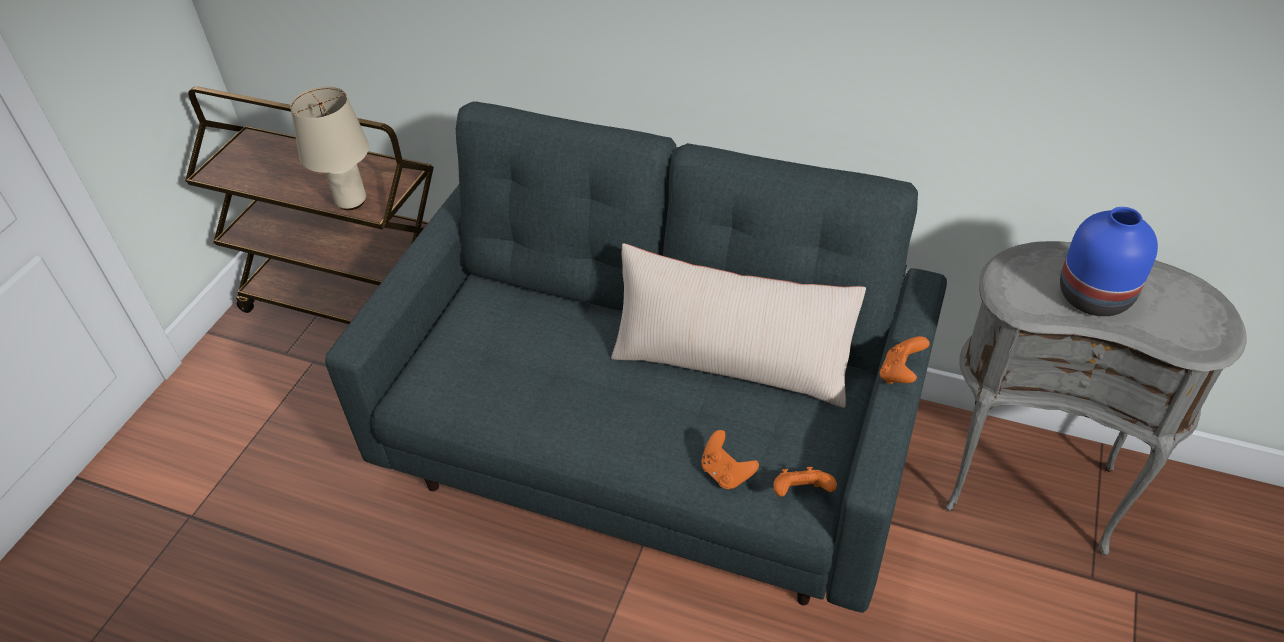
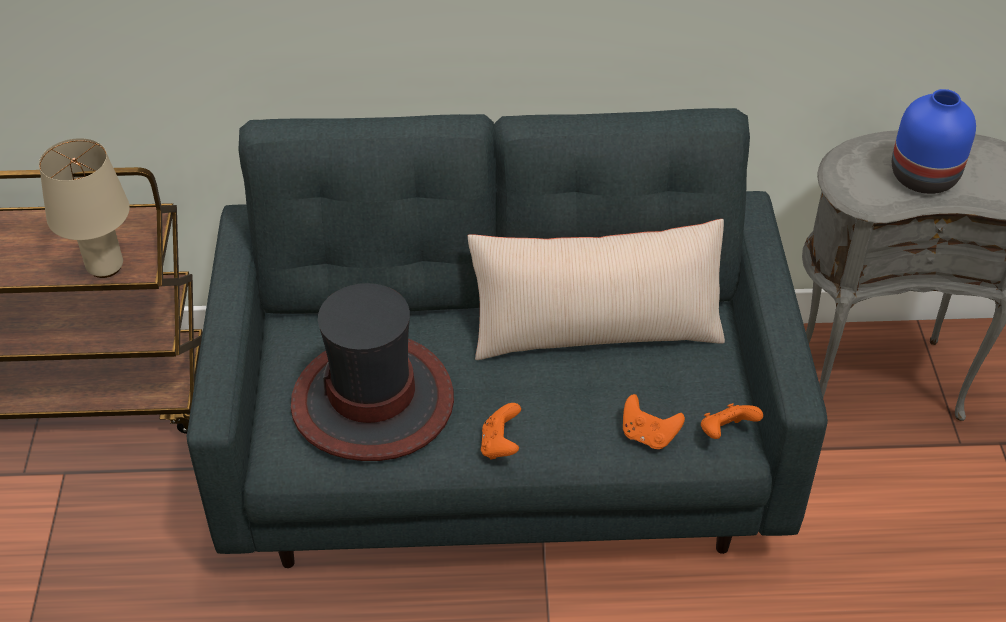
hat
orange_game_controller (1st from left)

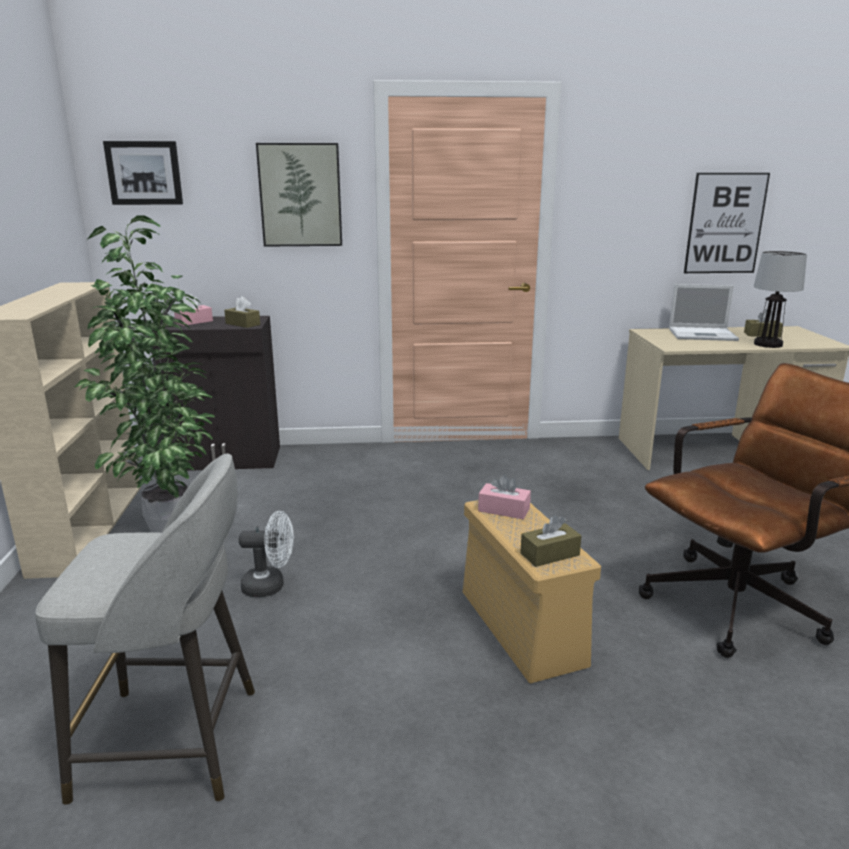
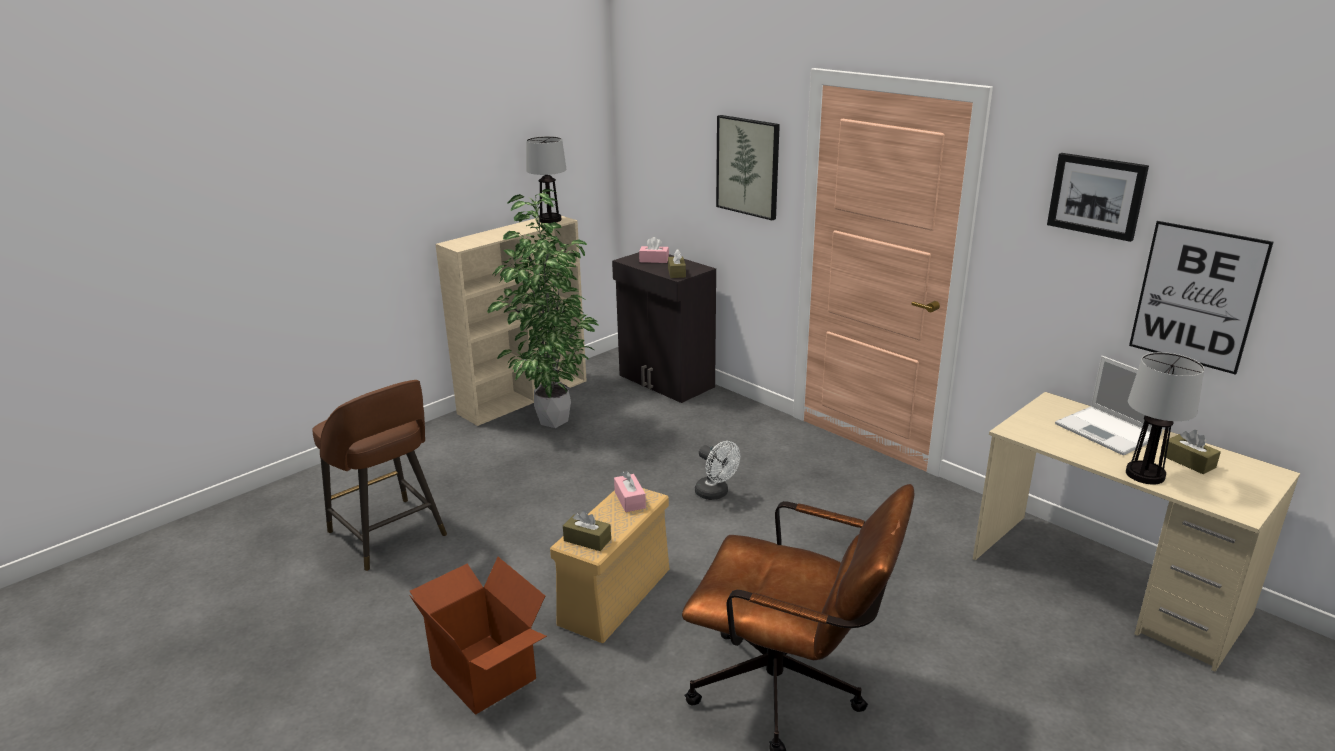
cardboard_box
table_lamp (1st from left)
picture (2nd from left)
white_fan
brown_stool

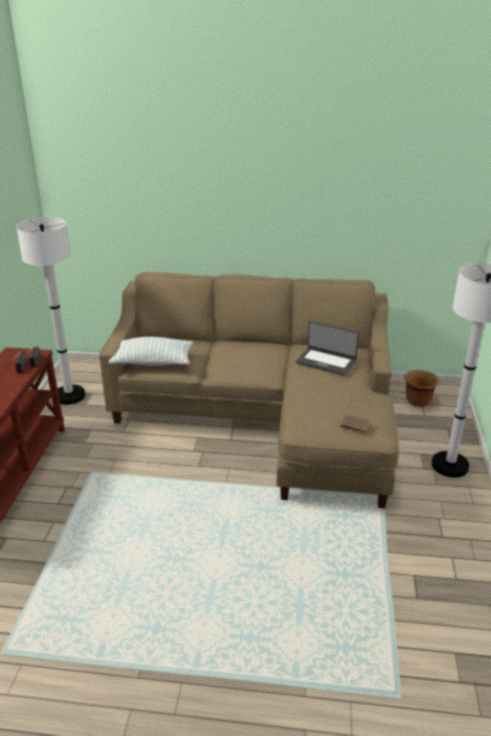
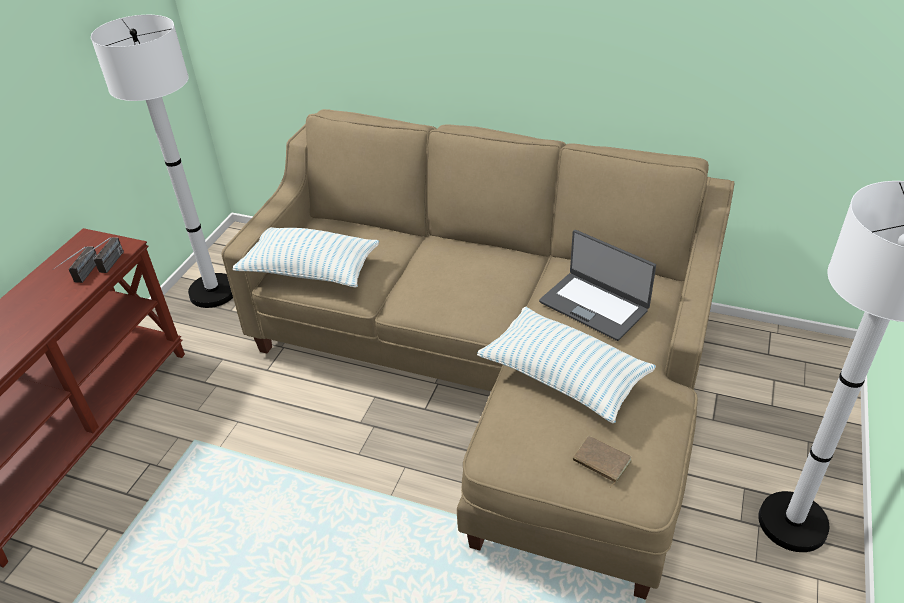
brown_planter
pillow (2nd from left)

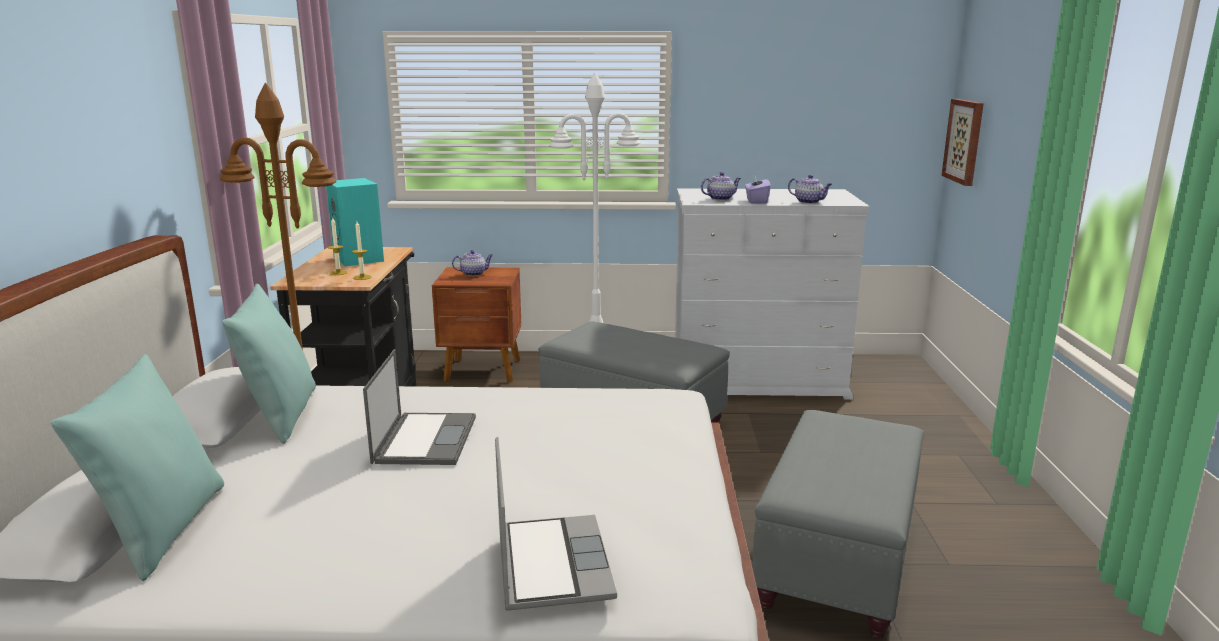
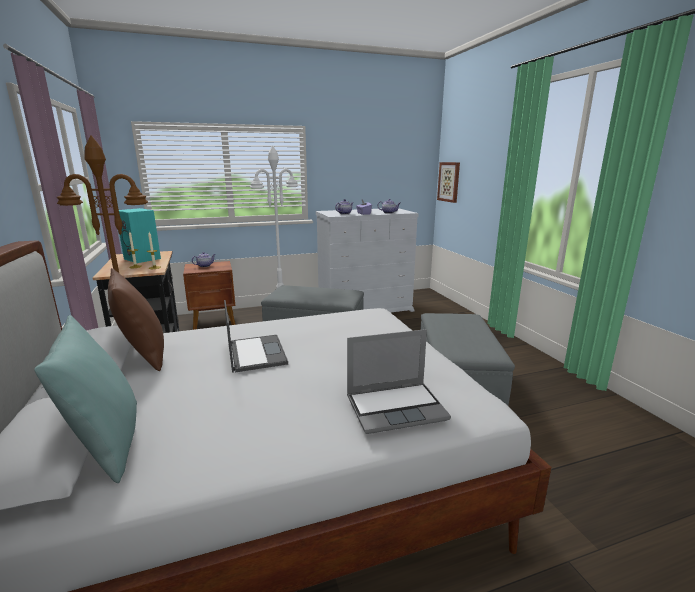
brown_pillow
laptop (2nd from left)

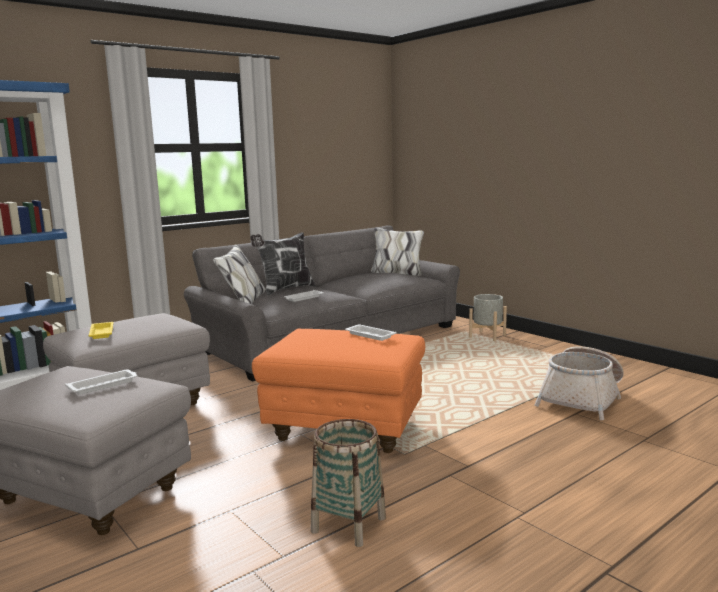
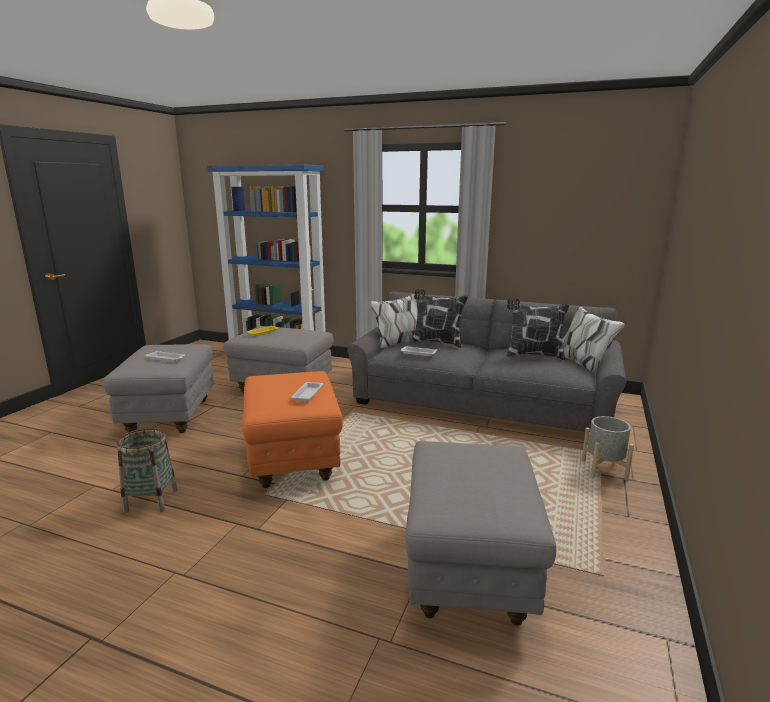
pillow (2nd from left)
grey_ottoman (3rd from left)

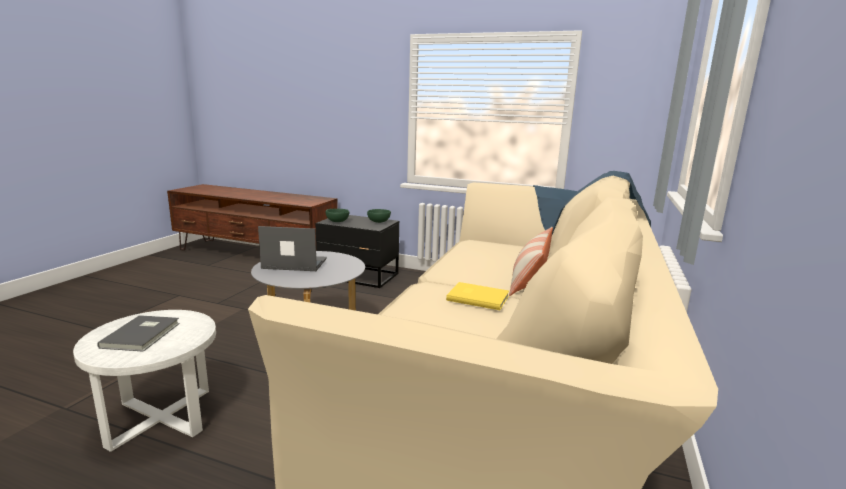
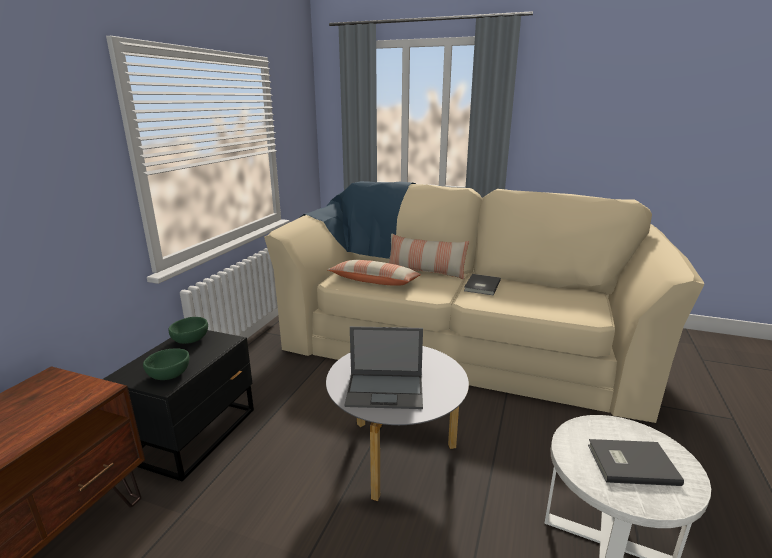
pillow (1st from left)
grey_book (1st from left)
laptop

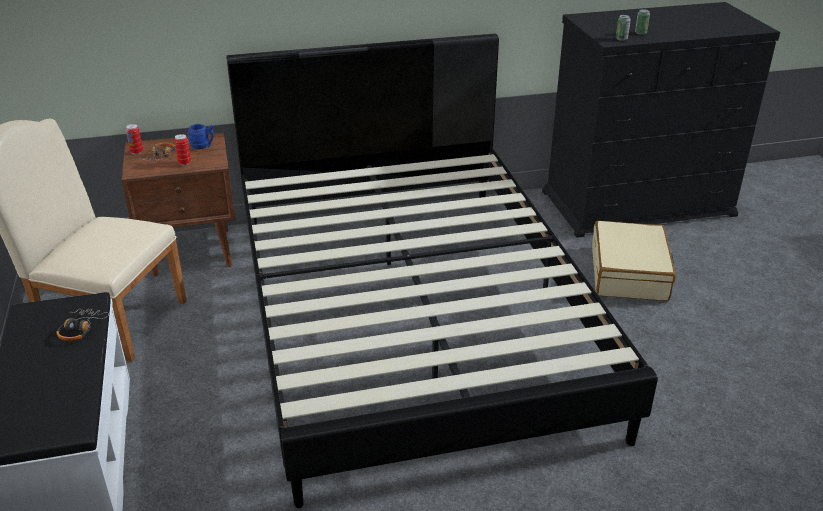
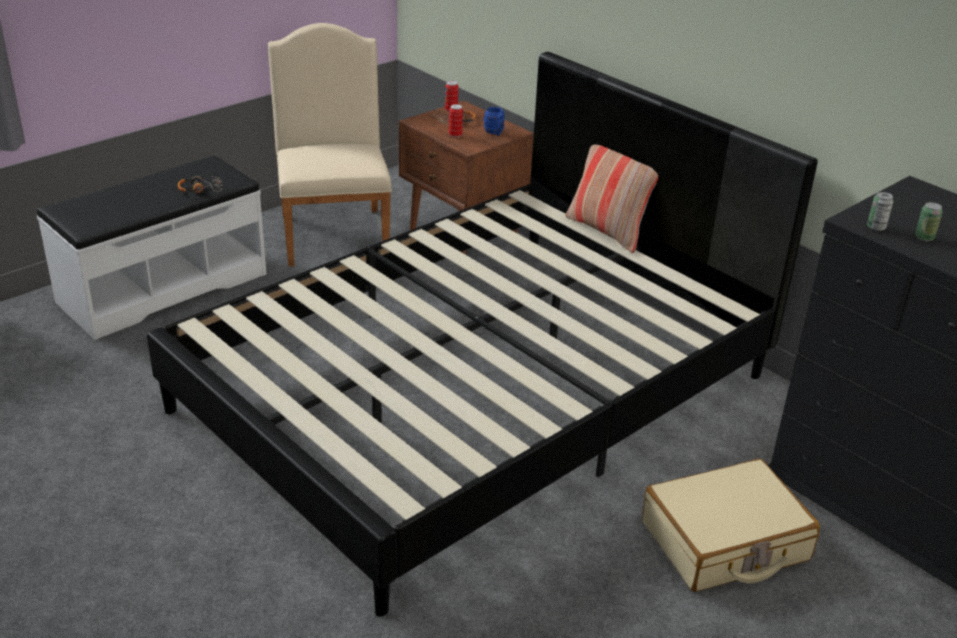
pillow

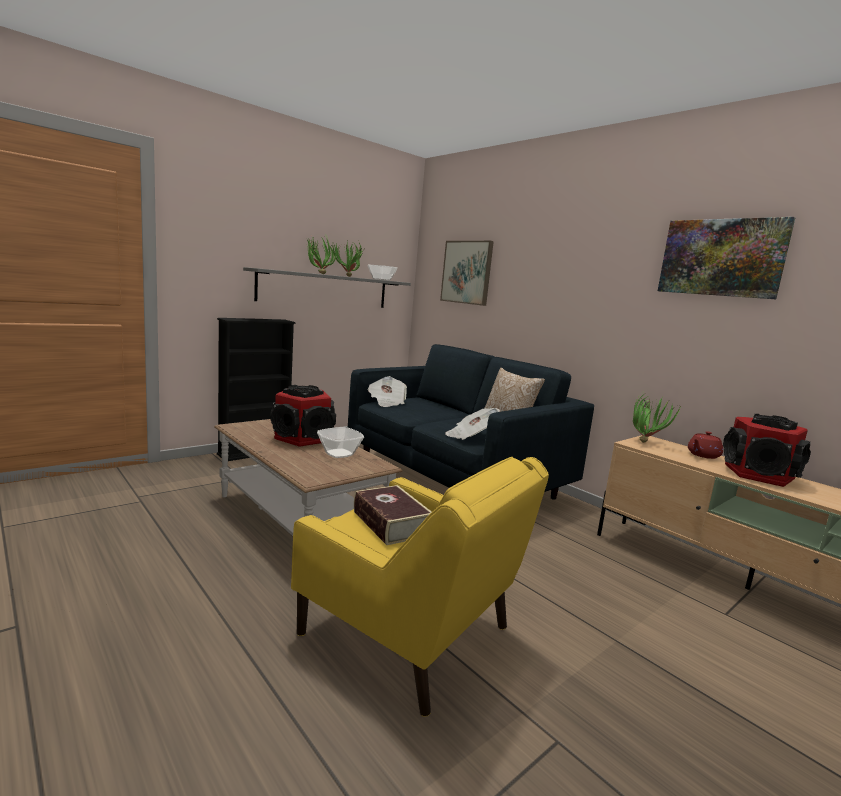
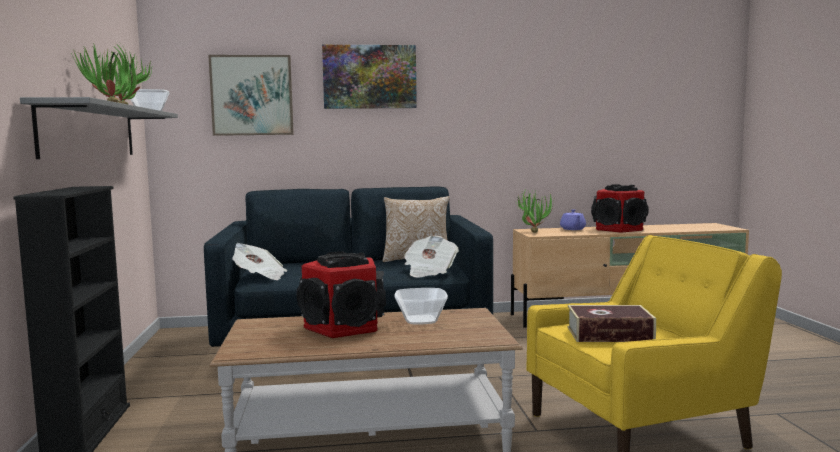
picture (2nd from left)
purple_teapot

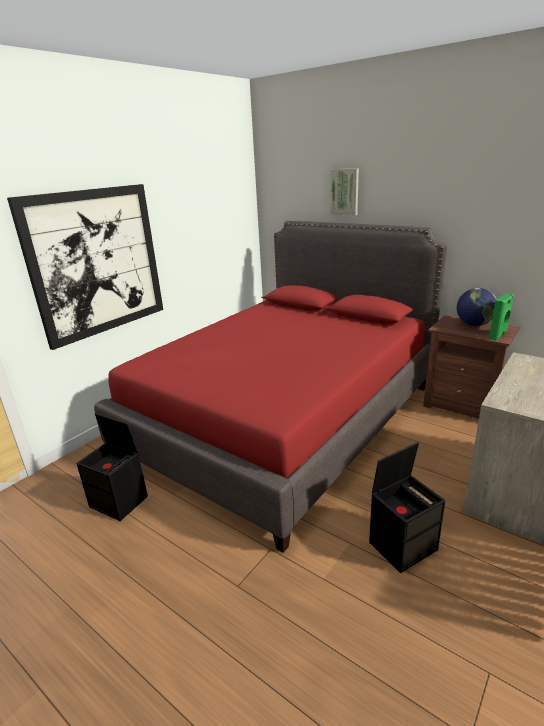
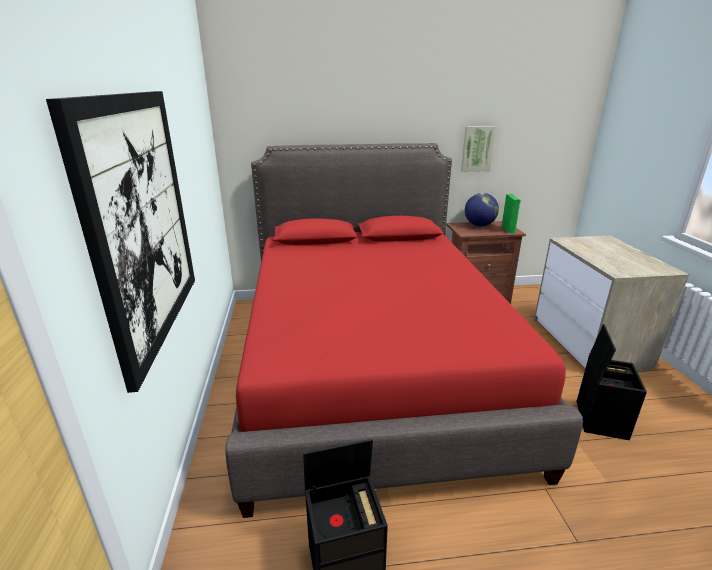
picture (2nd from left)

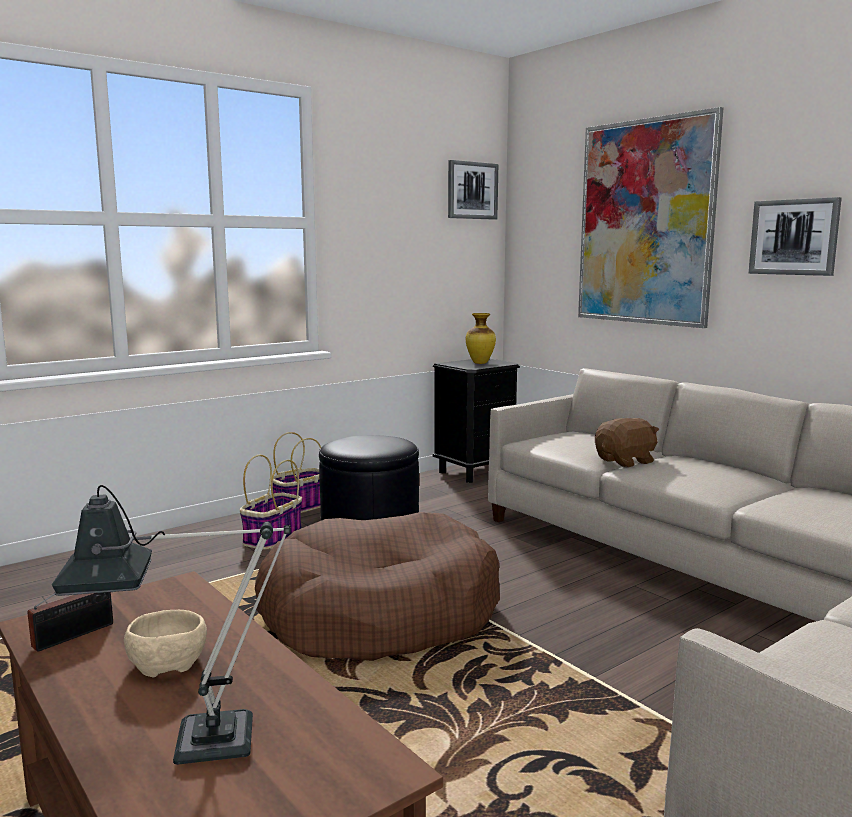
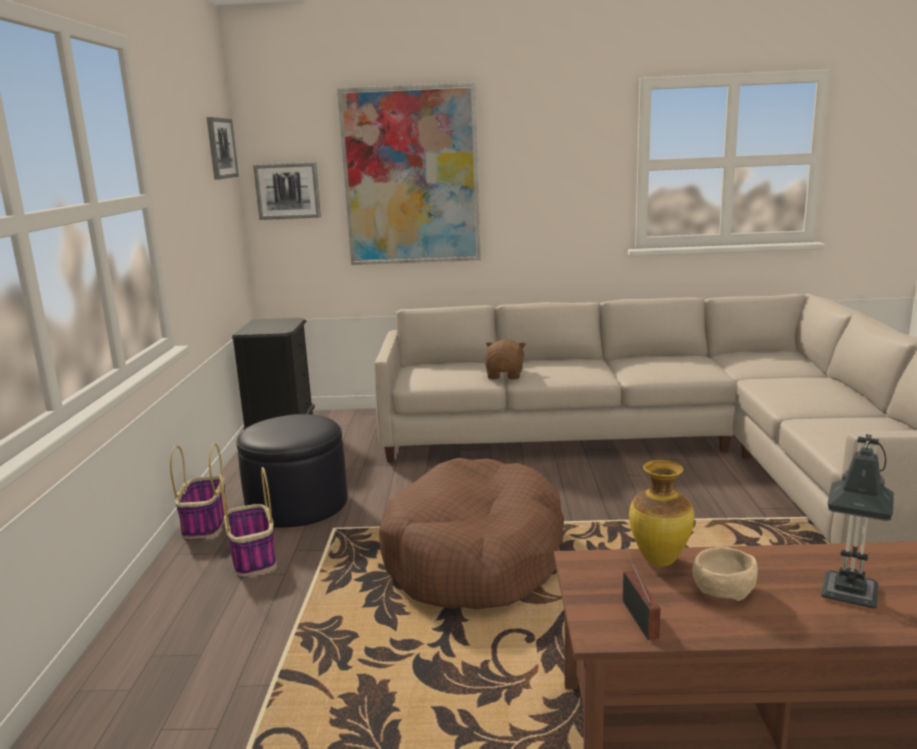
vase
picture (2nd from left)

